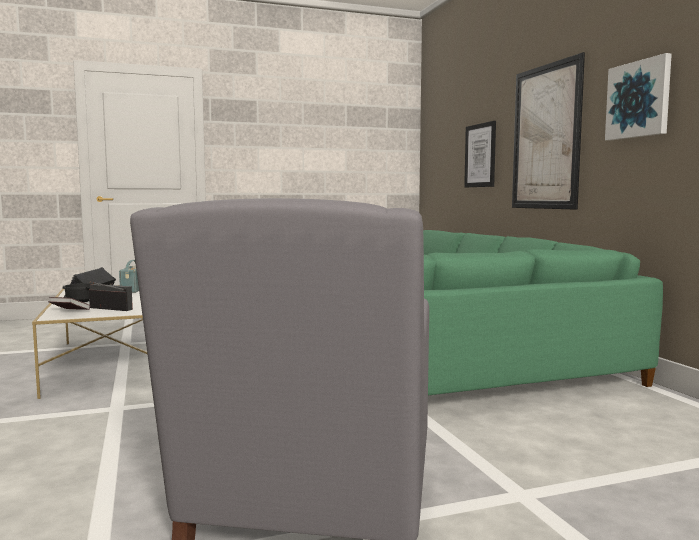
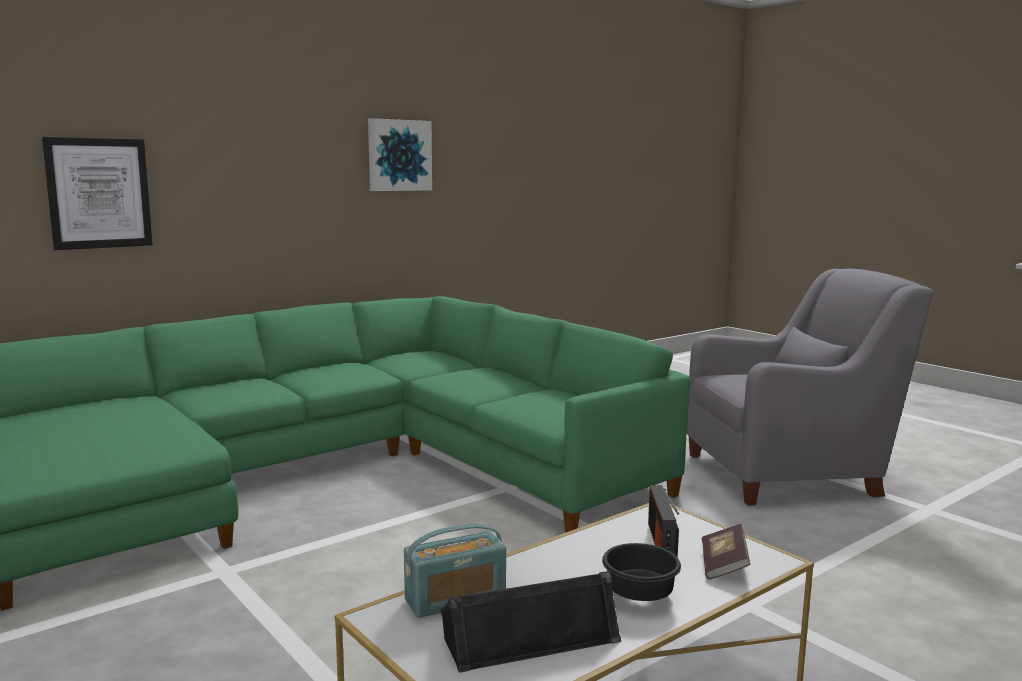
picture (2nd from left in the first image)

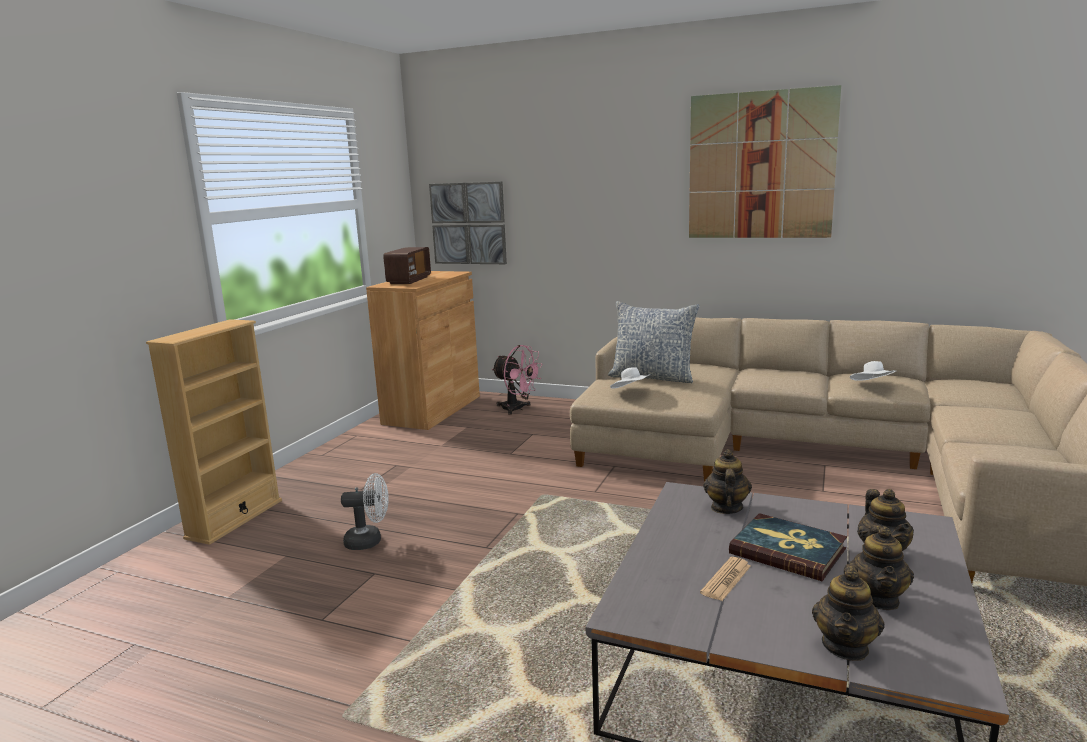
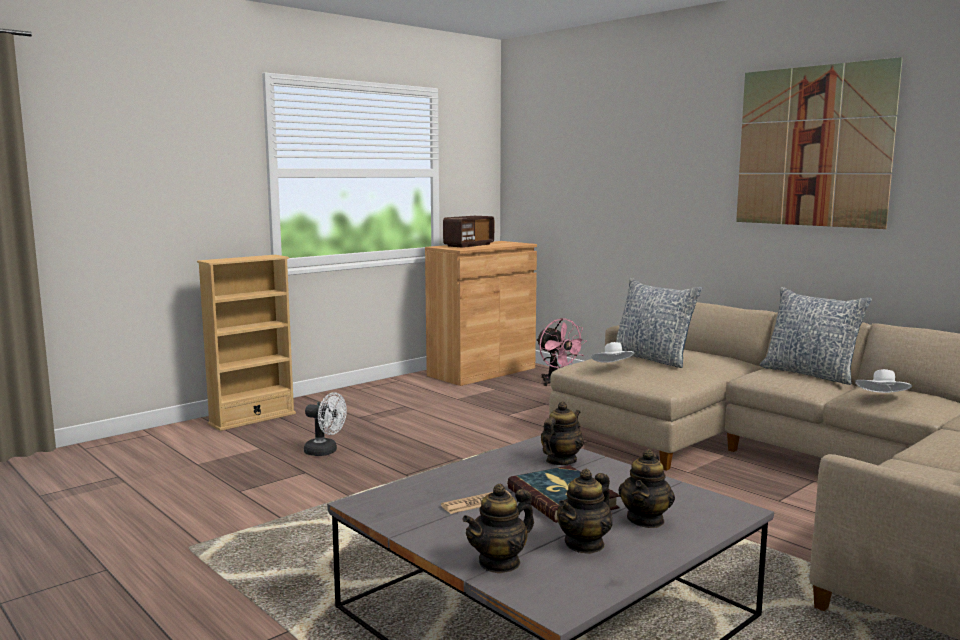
picture (1st from left in the first image)
pillow (2nd from left)

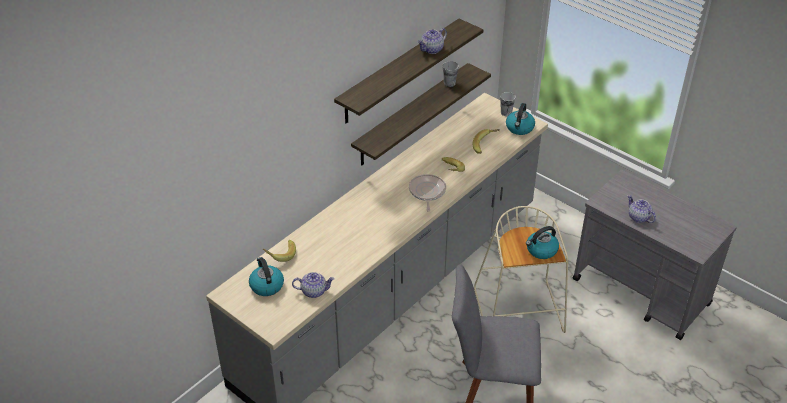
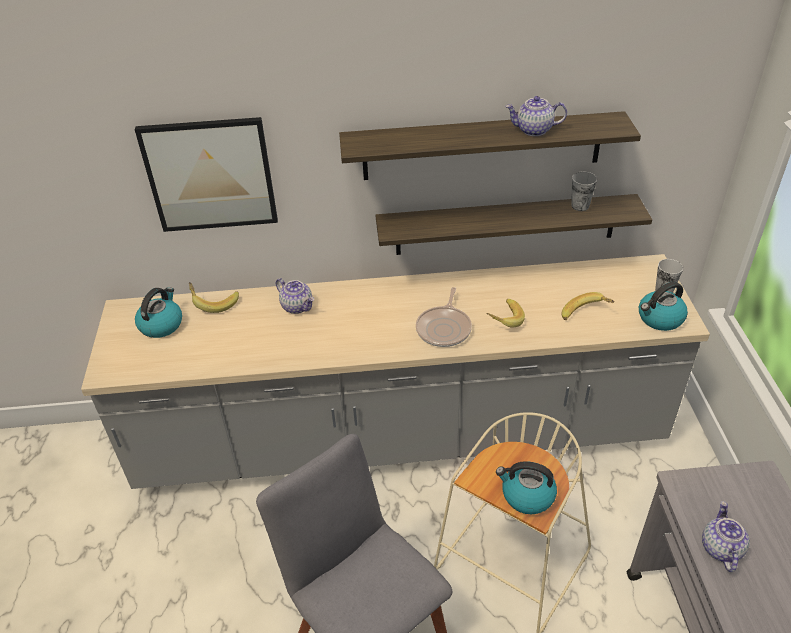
picture
teapot (1st from left)
frying_pan

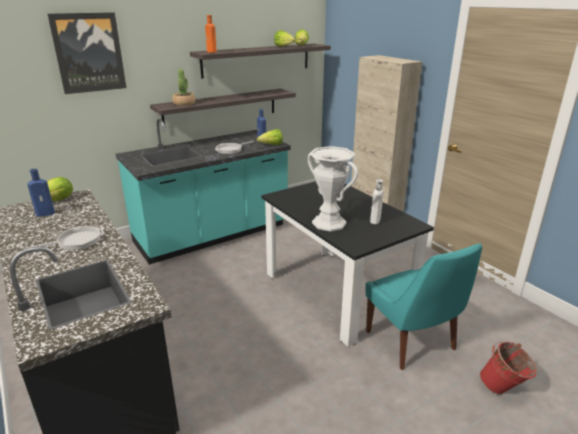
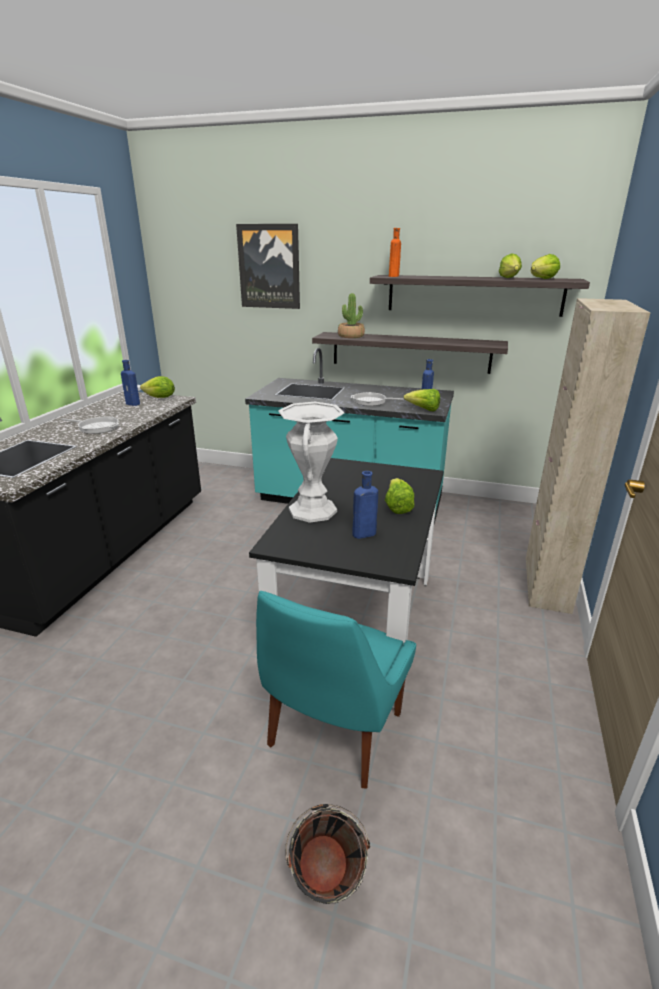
lettuce (2nd from left)
blue_bottle (2nd from left)
black_bucket

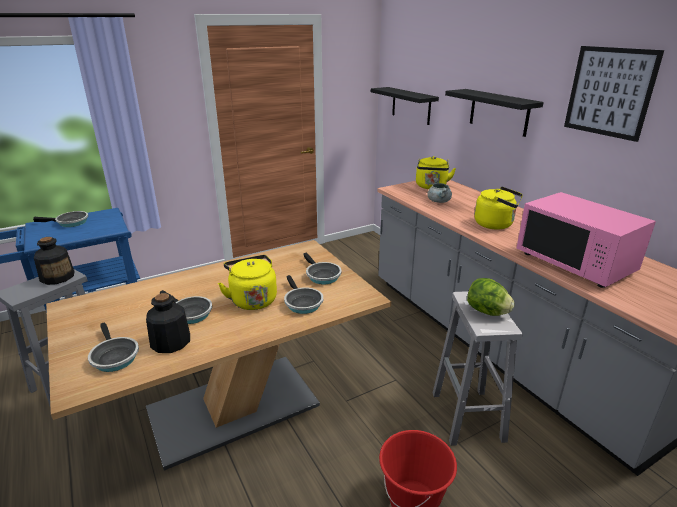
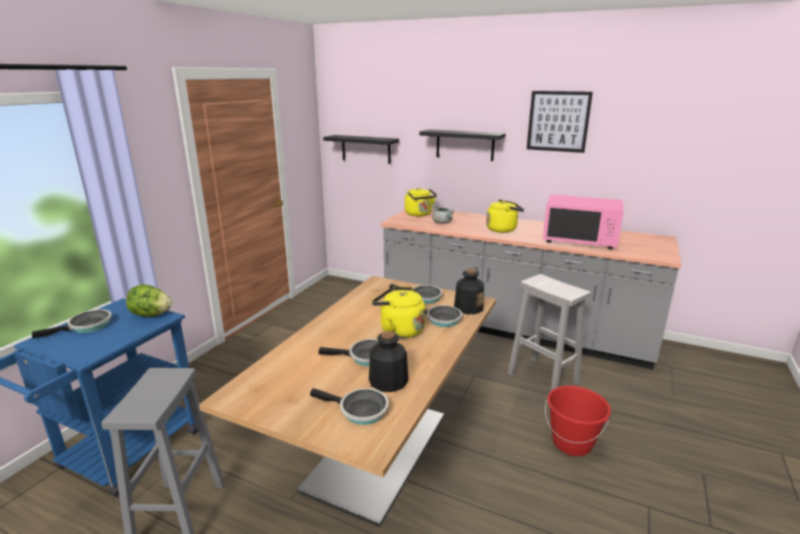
bottle (2nd from left)
lettuce

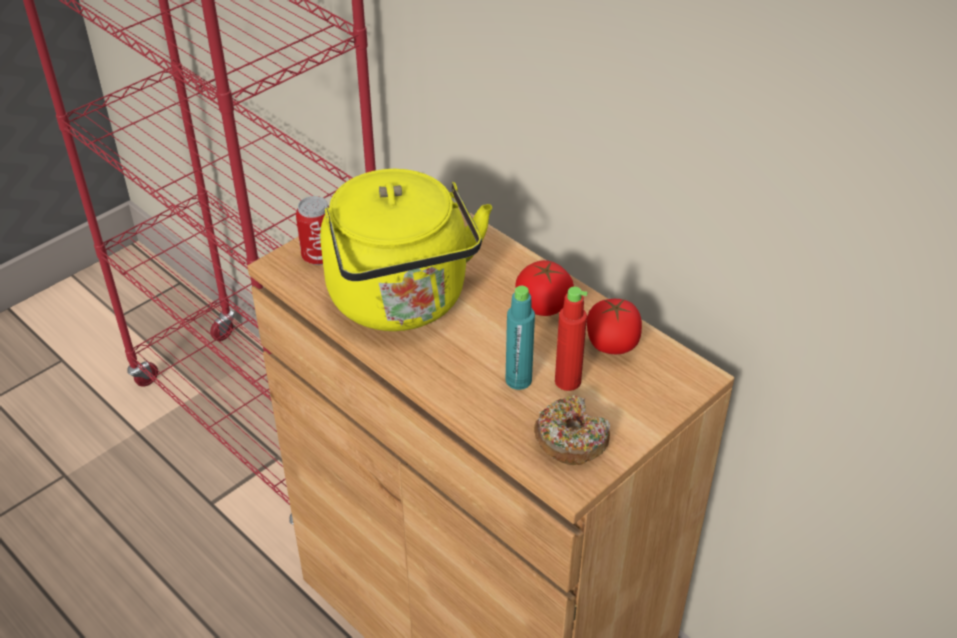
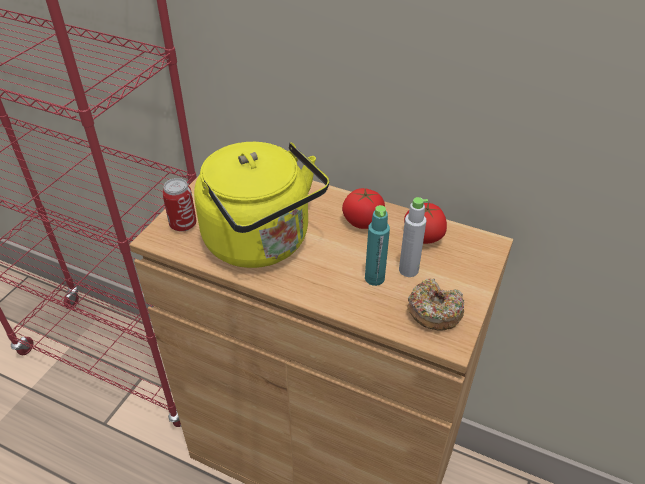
grey_bottle

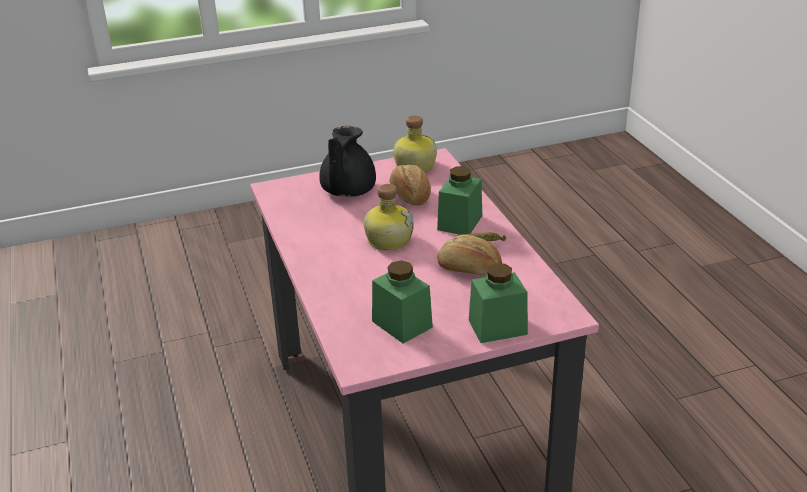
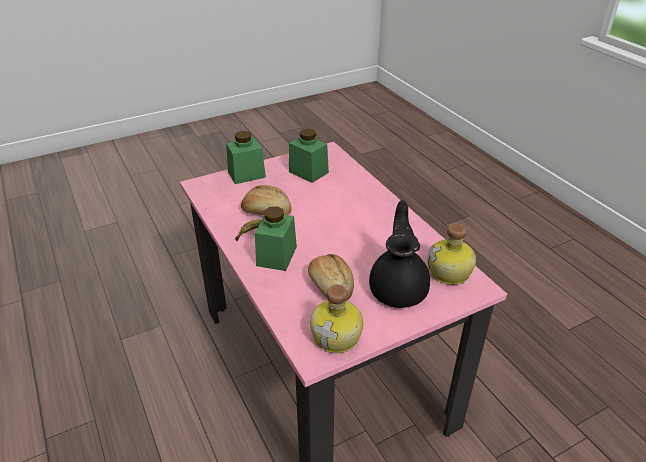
bottle (2nd from left)

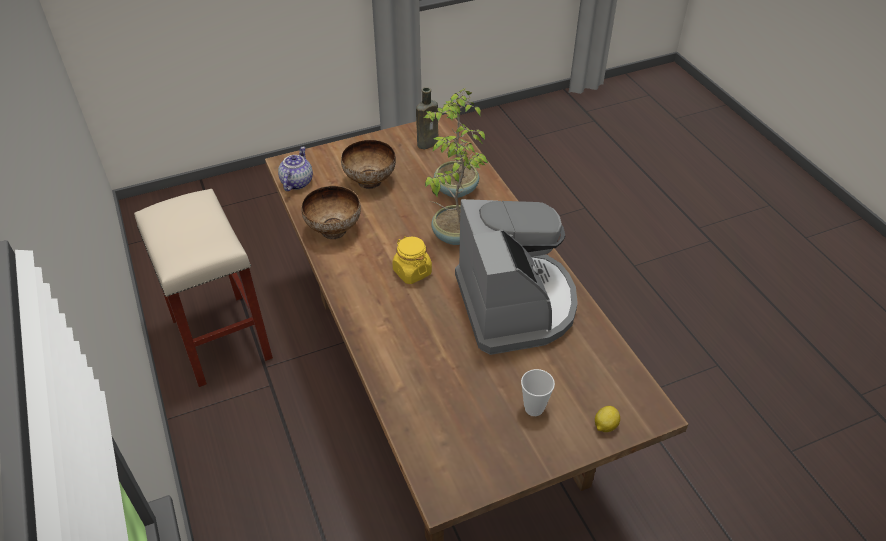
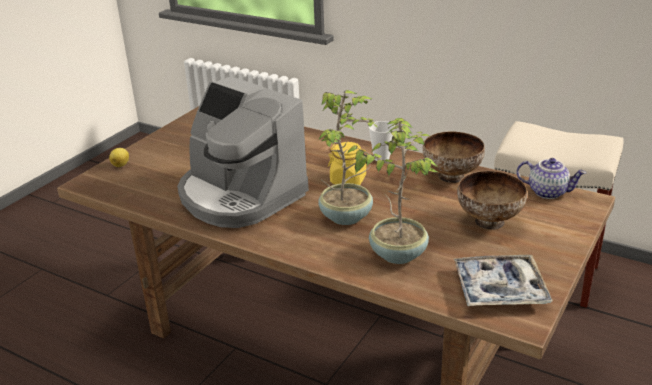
cup
tray
teapot

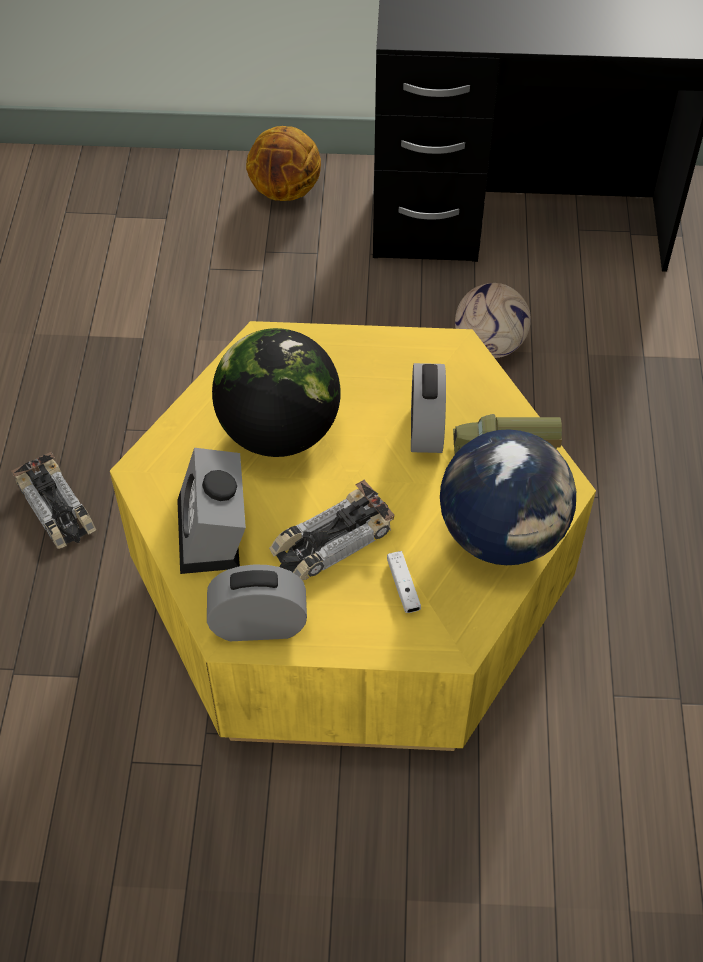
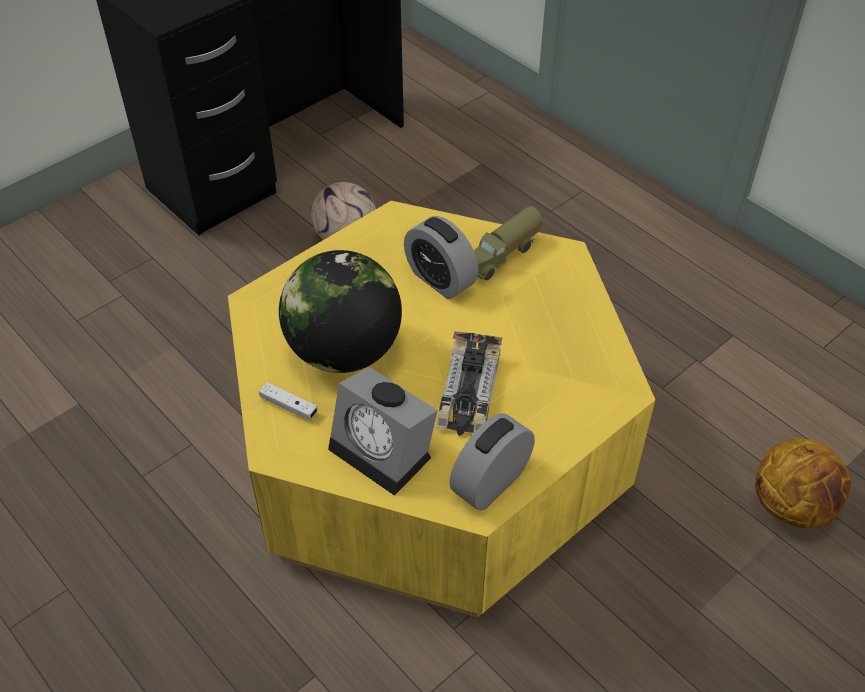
toy_car (1st from left in the first image)
globe (2nd from left in the first image)
basketball
white_game_controller

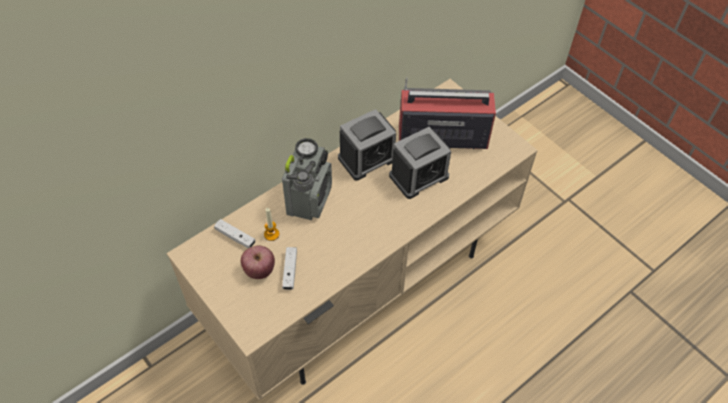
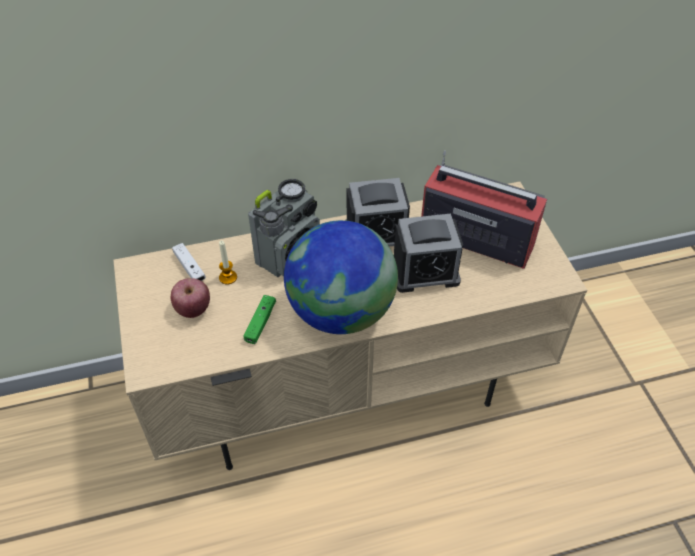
white_game_controller (2nd from left in the first image)
green_game_controller
globe

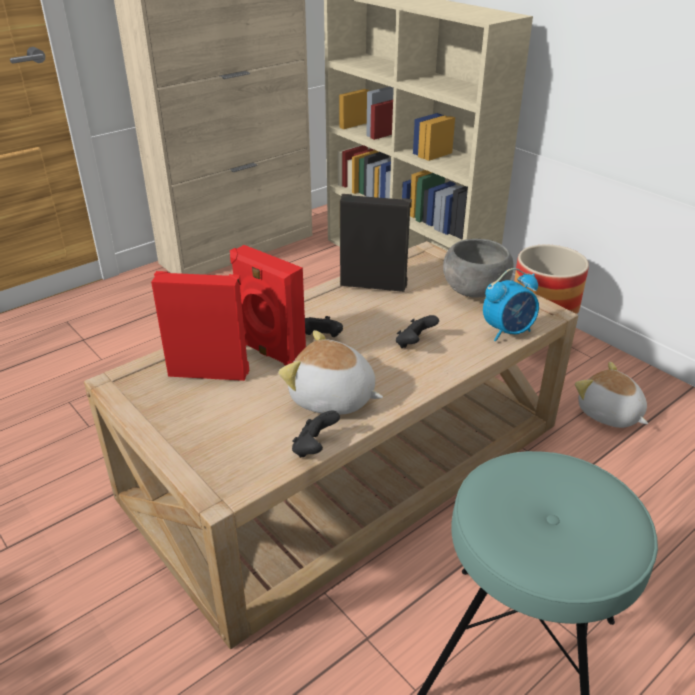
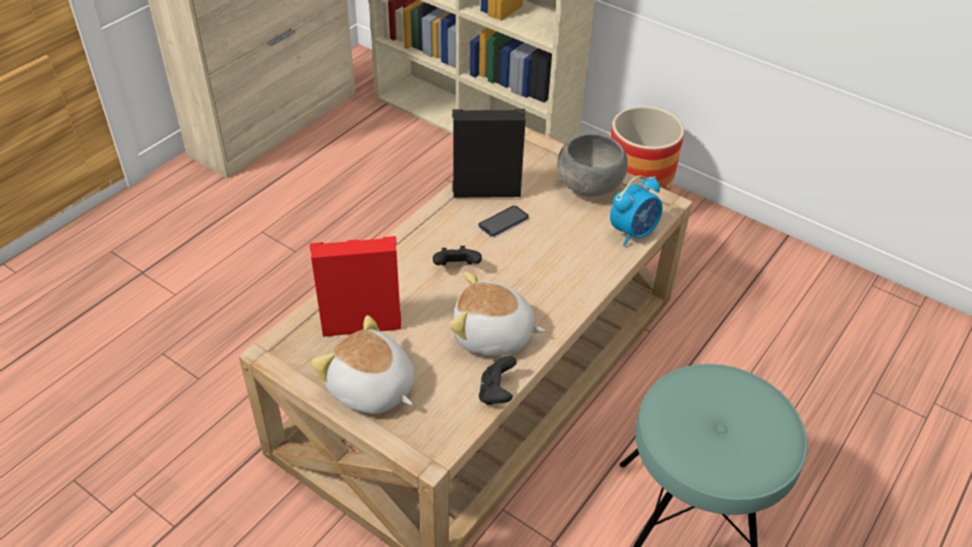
red_speaker (2nd from left in the first image)
black_game_controller (3rd from left in the first image)
phone
plush_toy (1st from left)

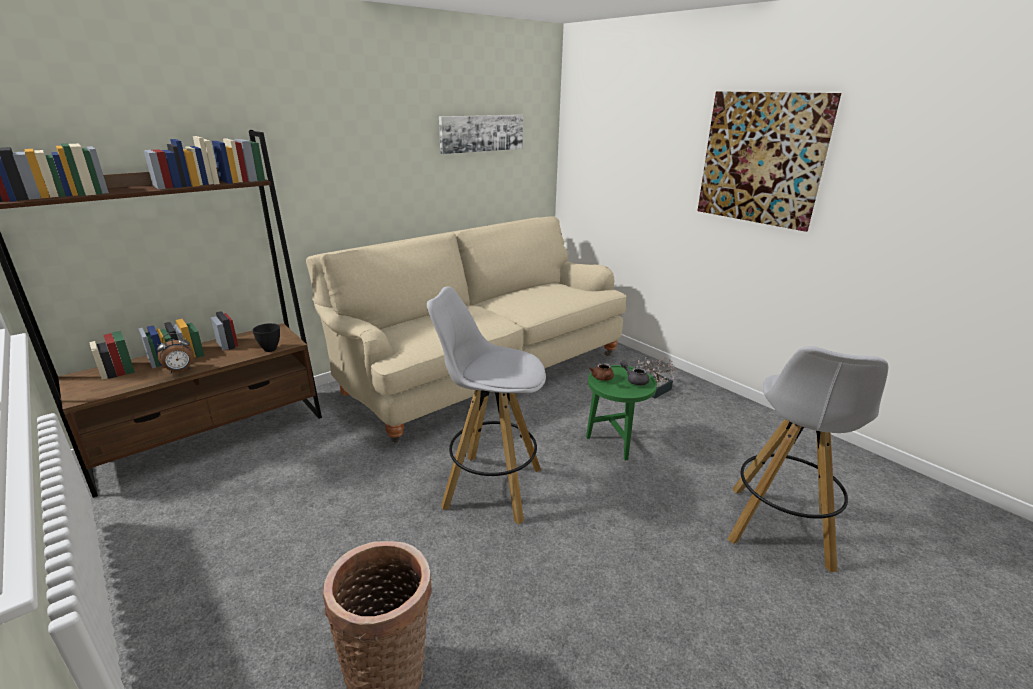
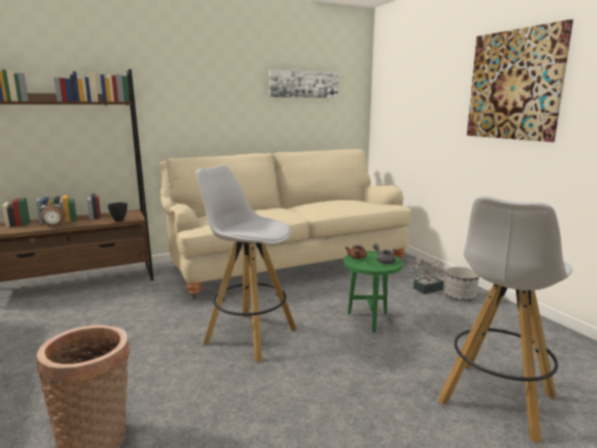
planter

